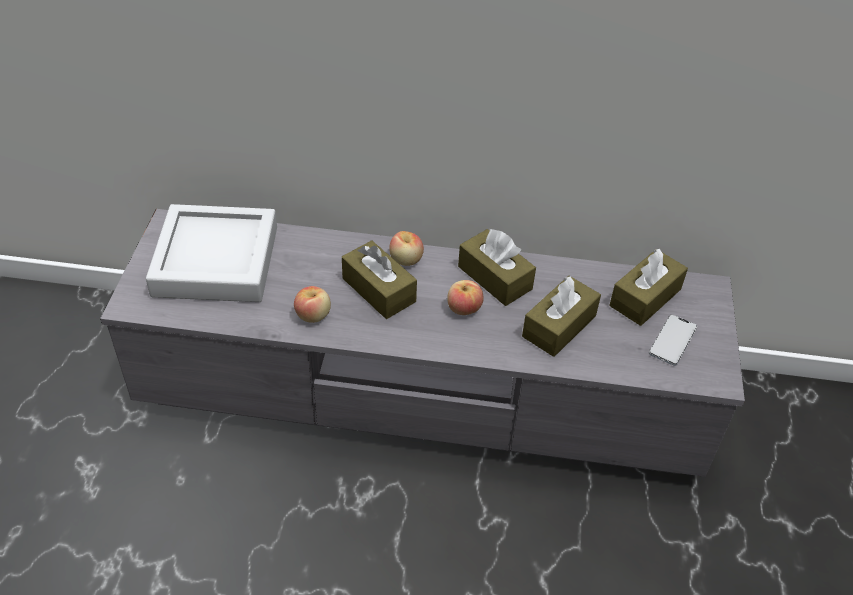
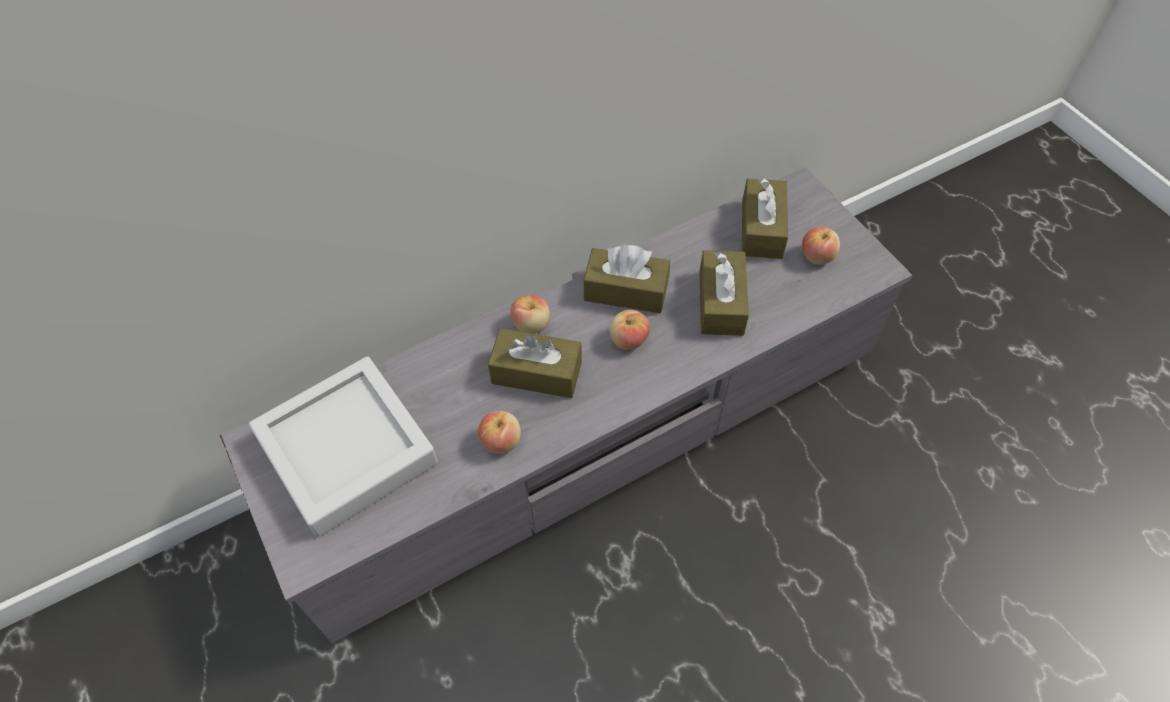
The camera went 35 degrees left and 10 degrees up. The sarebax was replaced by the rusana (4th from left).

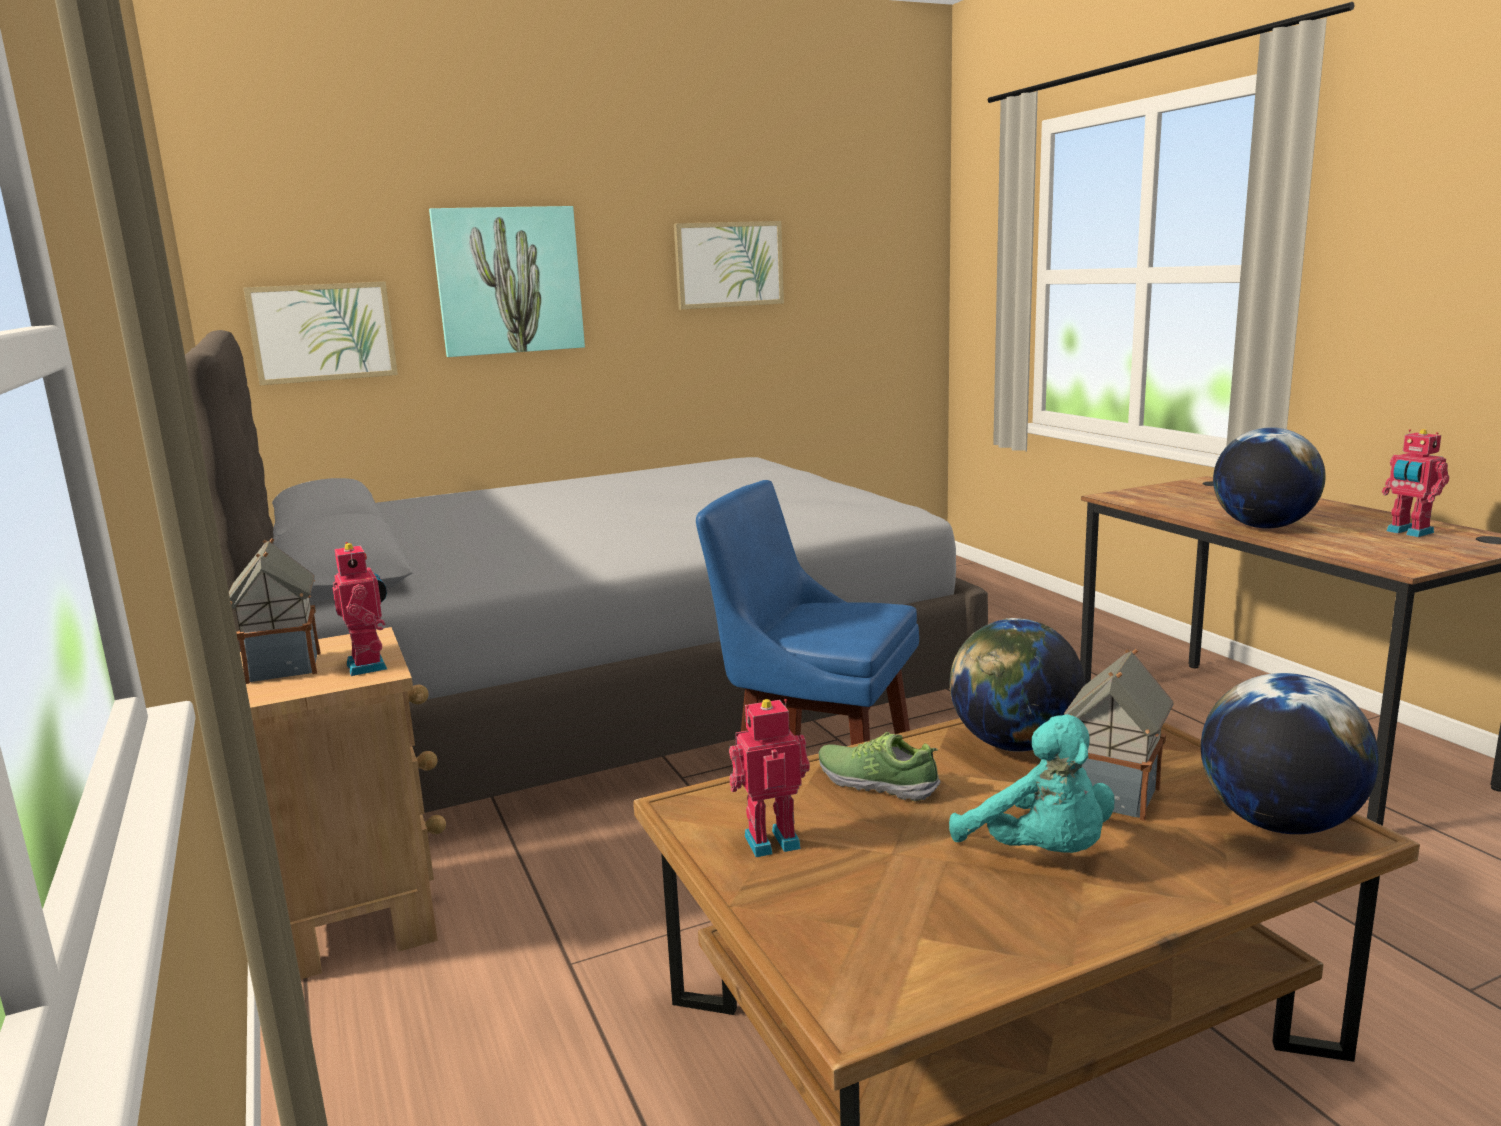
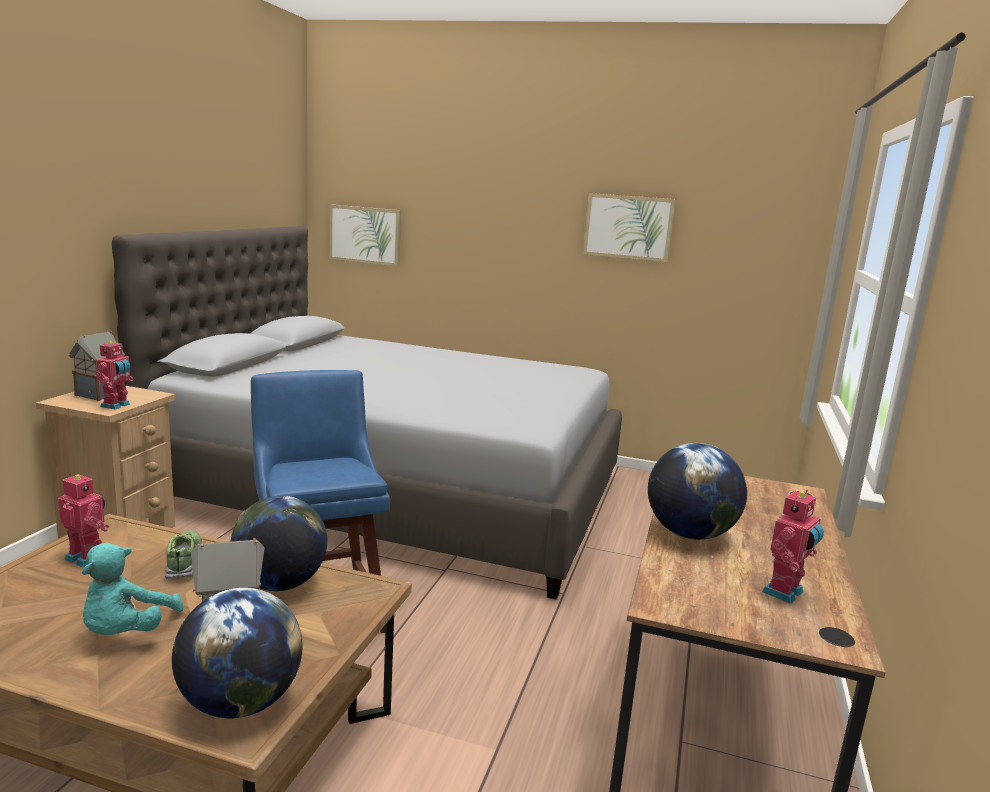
The camera went 40 degrees right and 0 degrees up. The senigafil (2nd from left) disappeared. The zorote (3rd from left) turned 150 degrees counterclockwise.

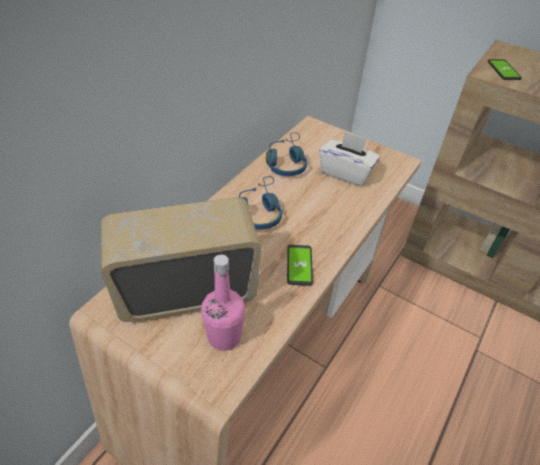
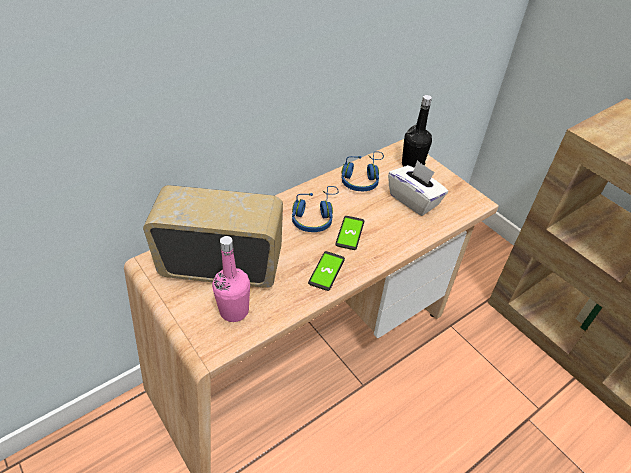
The camera went 20 degrees right and 0 degrees up. The sarebax (2nd from left) moved. The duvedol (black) appeared.

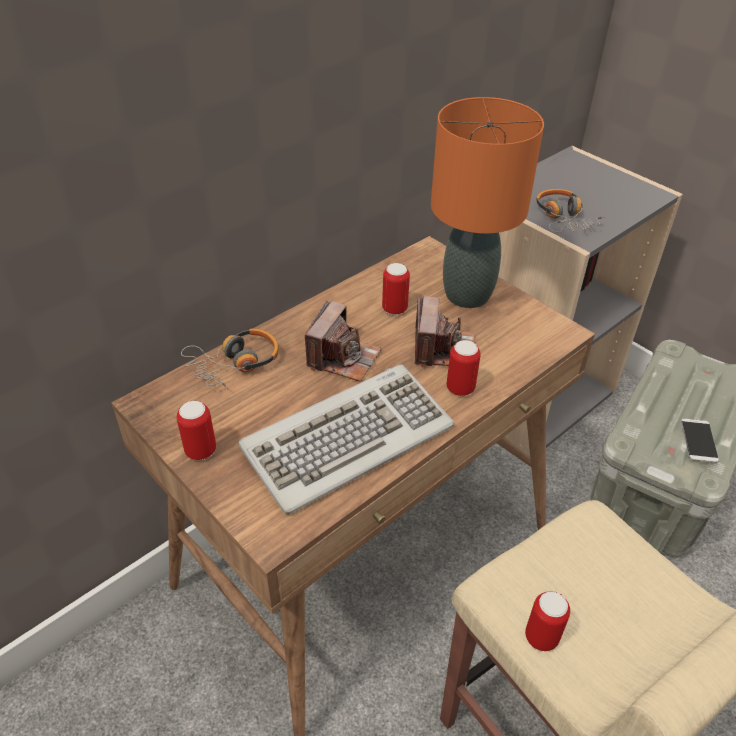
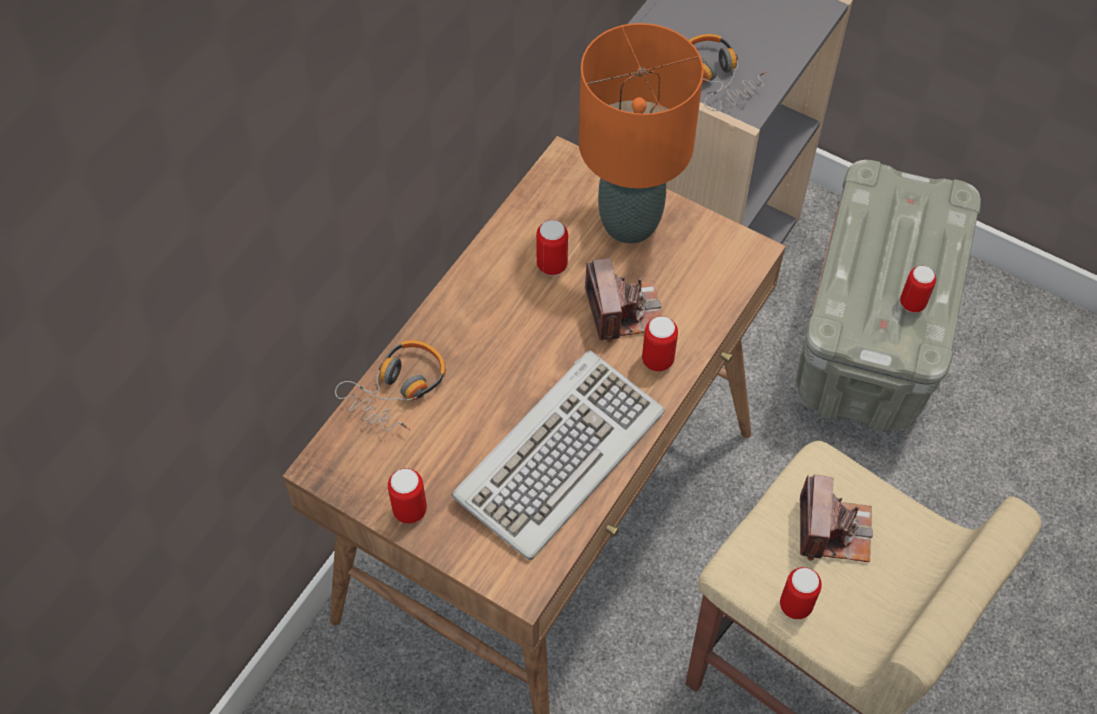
The camera went 15 degrees left and 15 degrees up. The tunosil (1st from left in the first image) moved. The sarebax was replaced by the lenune (5th from left).

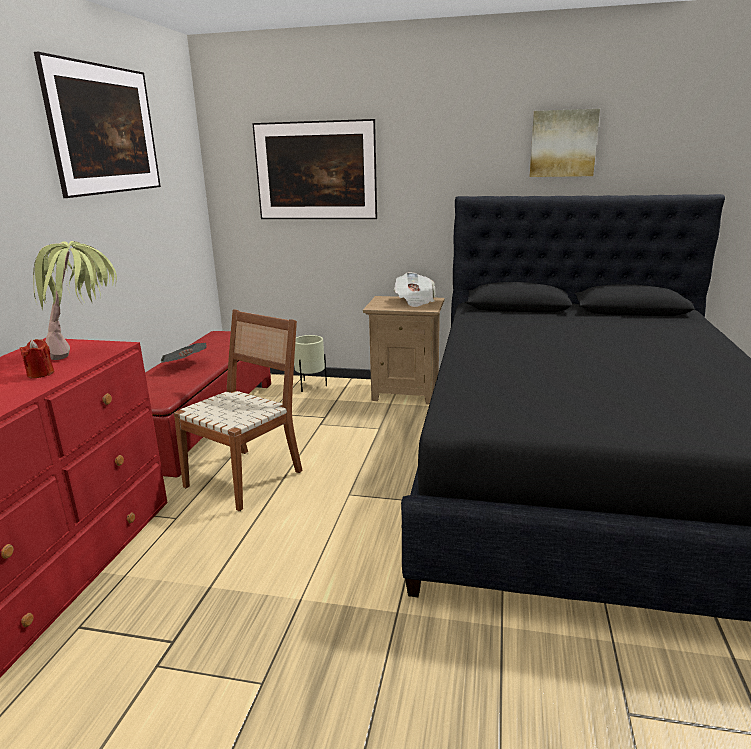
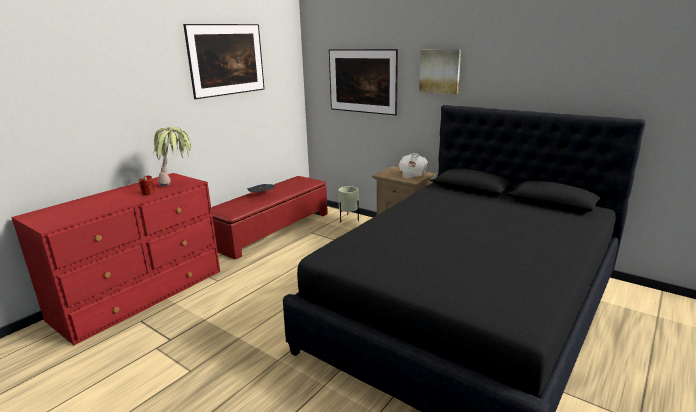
The camera went 25 degrees right and 0 degrees up. The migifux disappeared. The senigafil (3rd from left) moved.

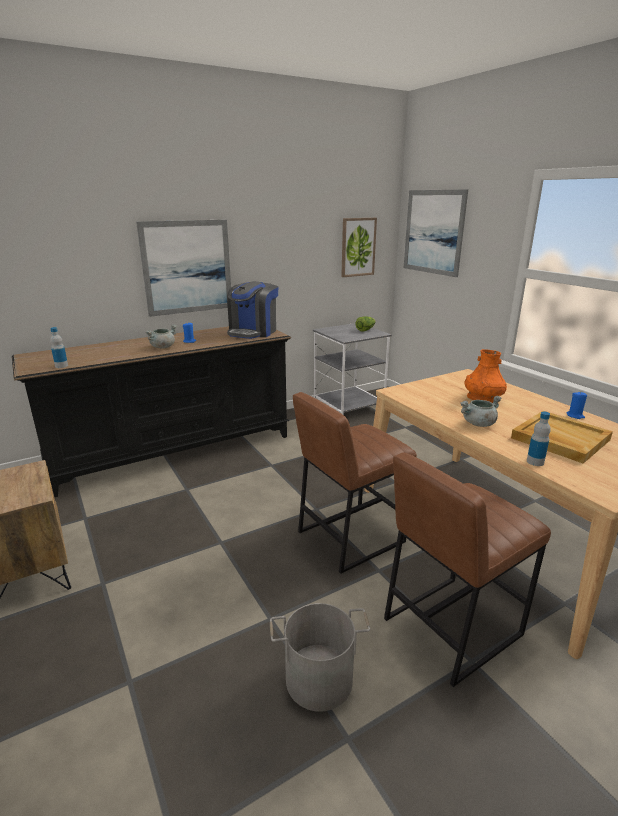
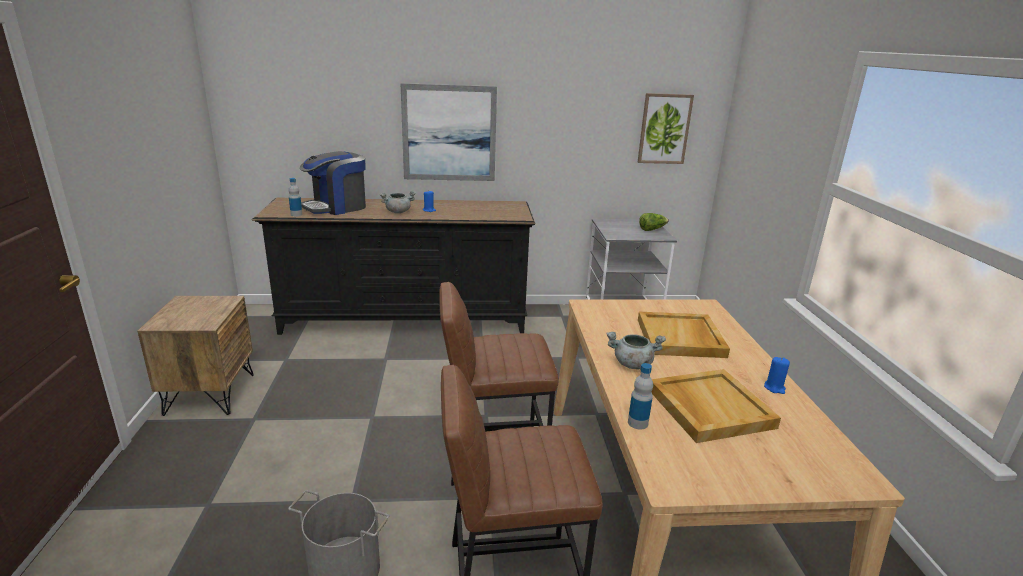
The camera went 25 degrees right and 0 degrees up. The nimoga moved. The senigafil (3rd from left) disappeared. The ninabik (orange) was replaced by the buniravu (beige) (1st from left).

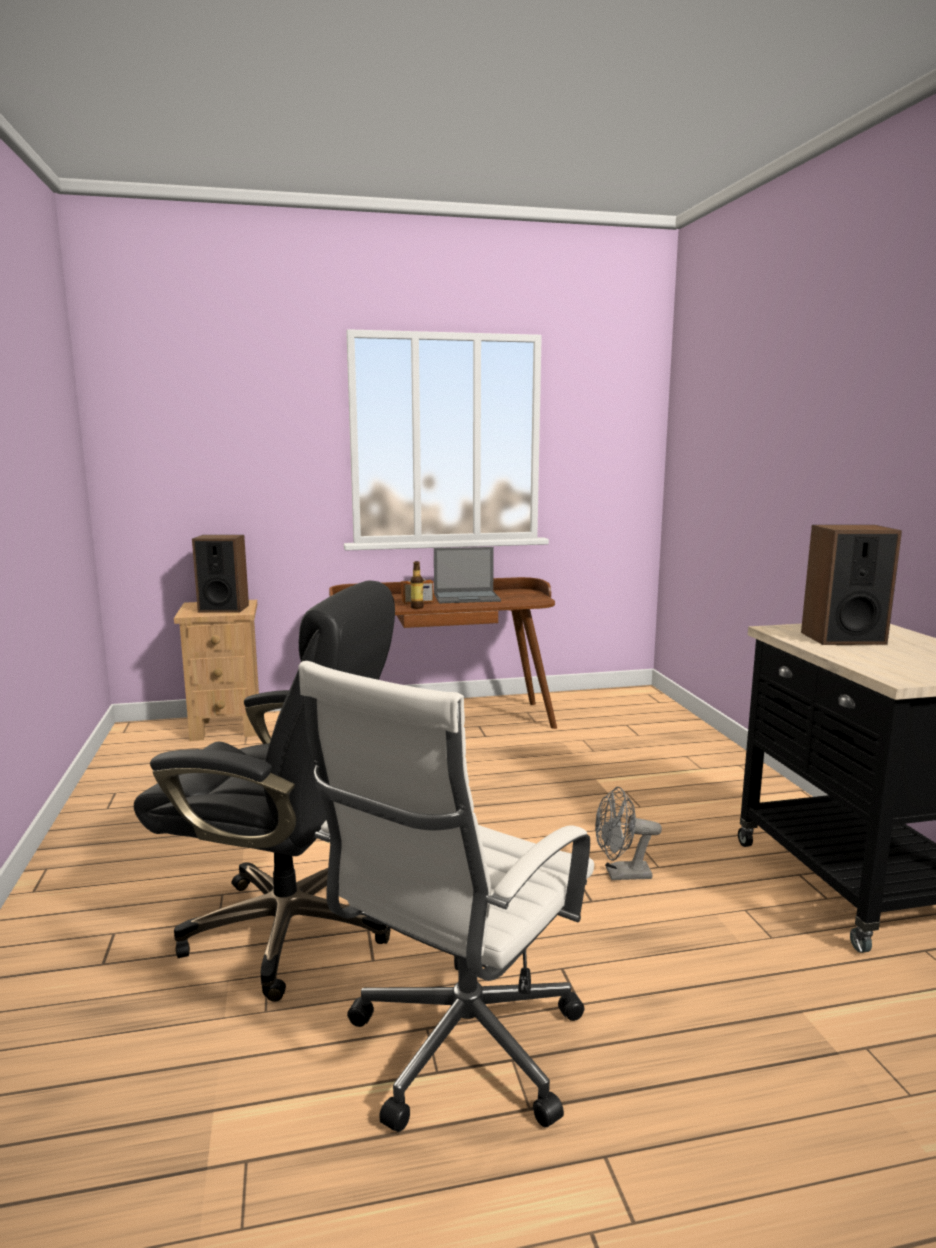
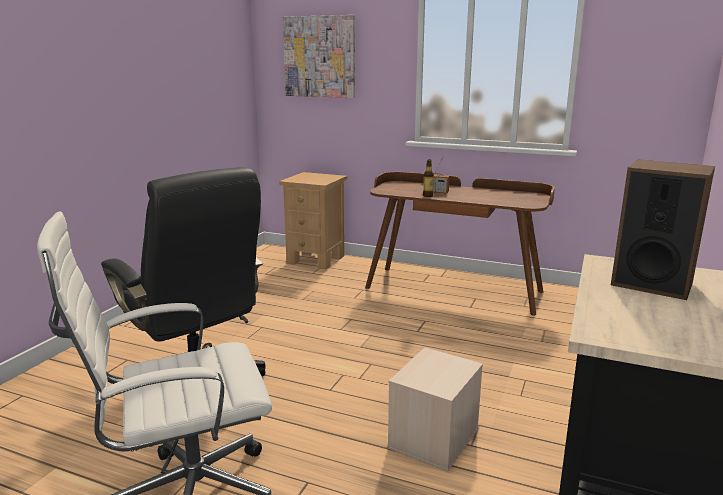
The camera went 35 degrees right and 5 degrees up. The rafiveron (1st from left) disappeared. The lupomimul disappeared. The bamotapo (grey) was replaced by the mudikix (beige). The senigafil appeared.

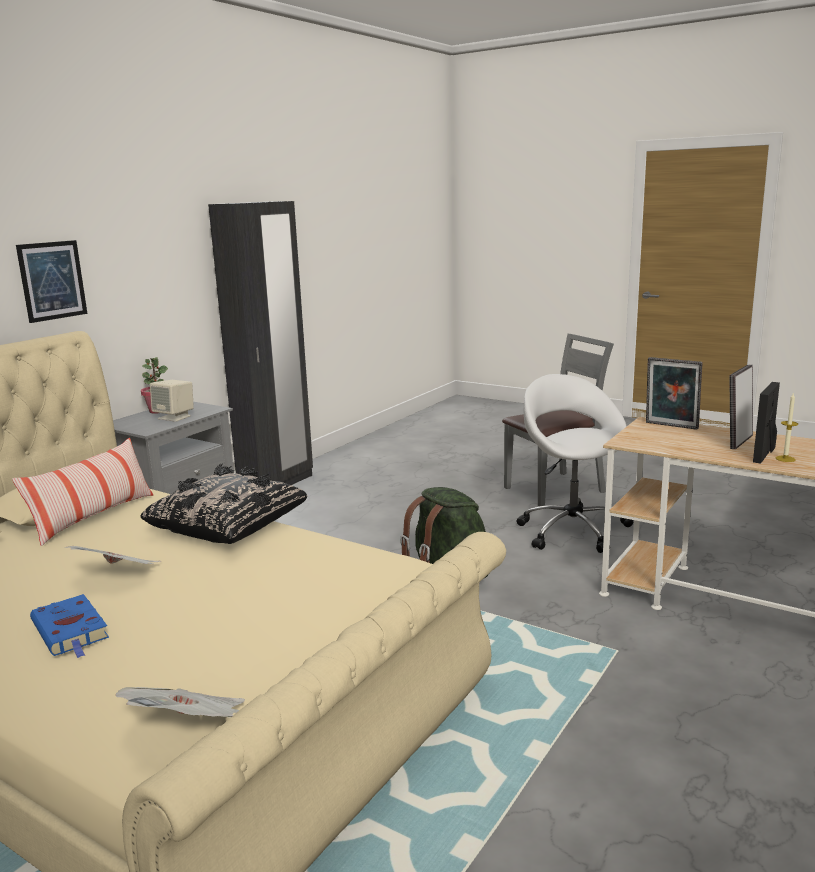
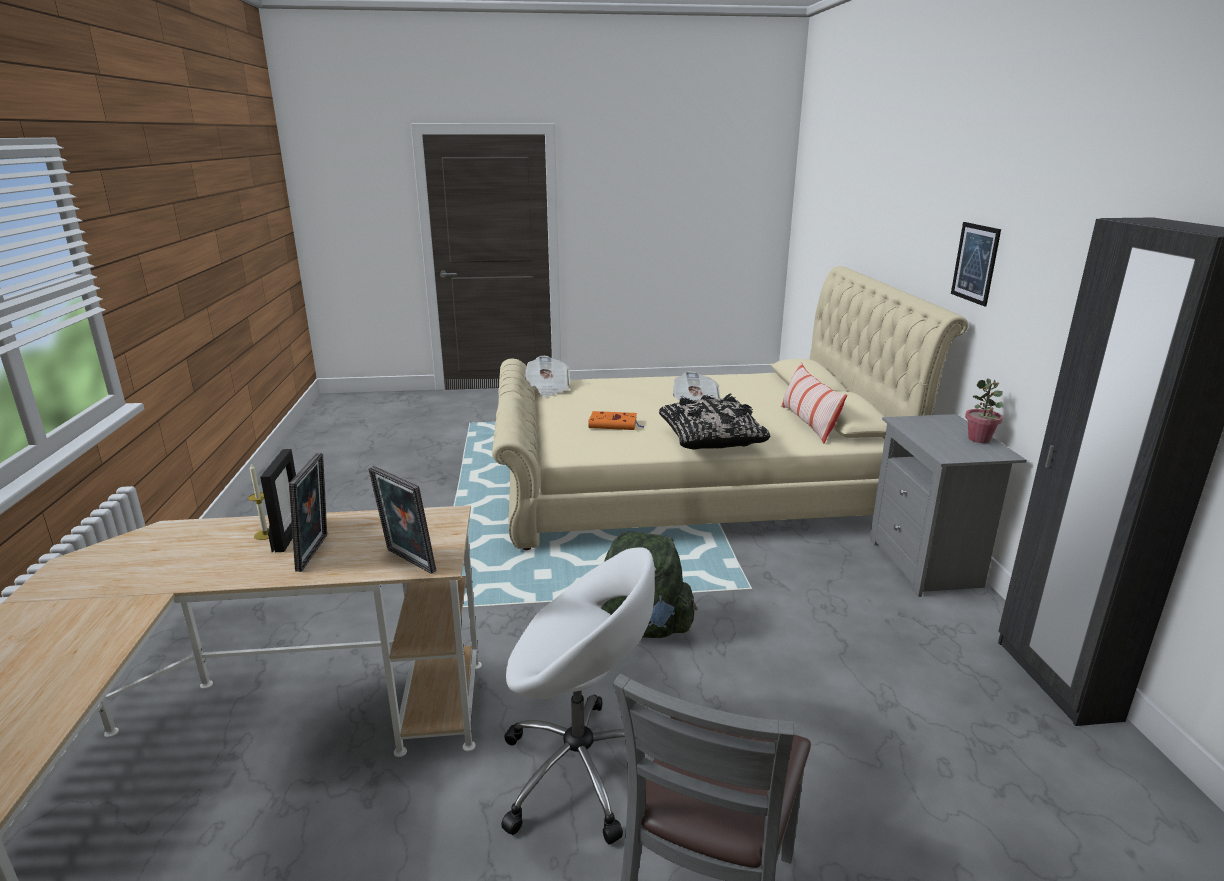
The camera went 140 degrees right and 5 degrees up. The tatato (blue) disappeared. The rafiveron (beige) disappeared. The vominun (1st from left in the first image) turned 135 degrees counterclockwise. The tatato (orange) appeared.

